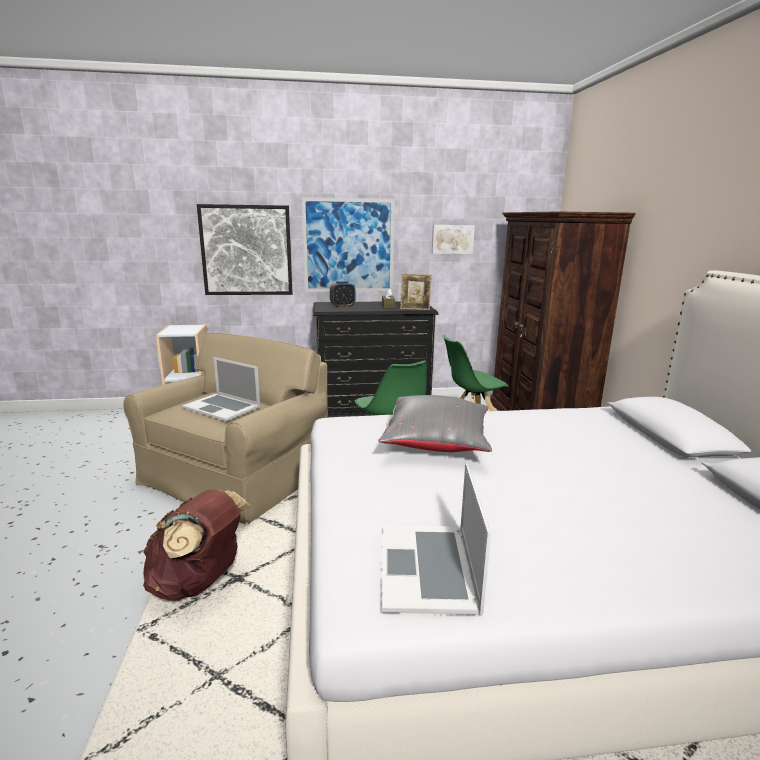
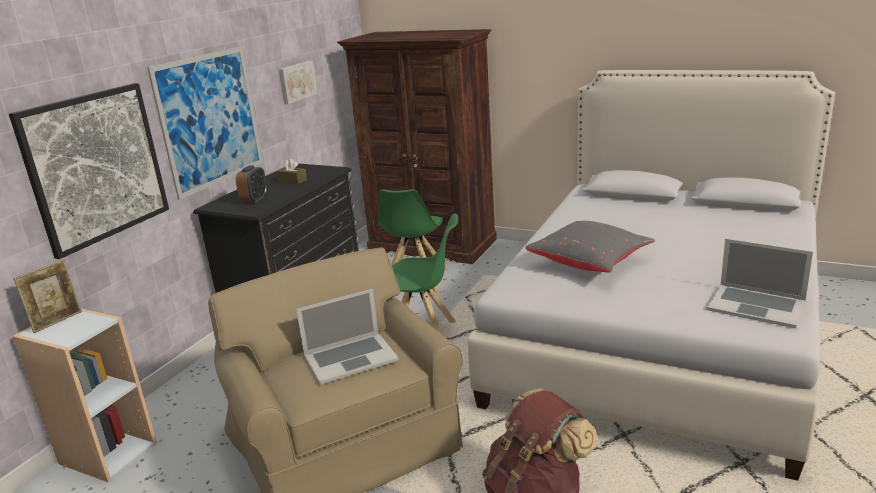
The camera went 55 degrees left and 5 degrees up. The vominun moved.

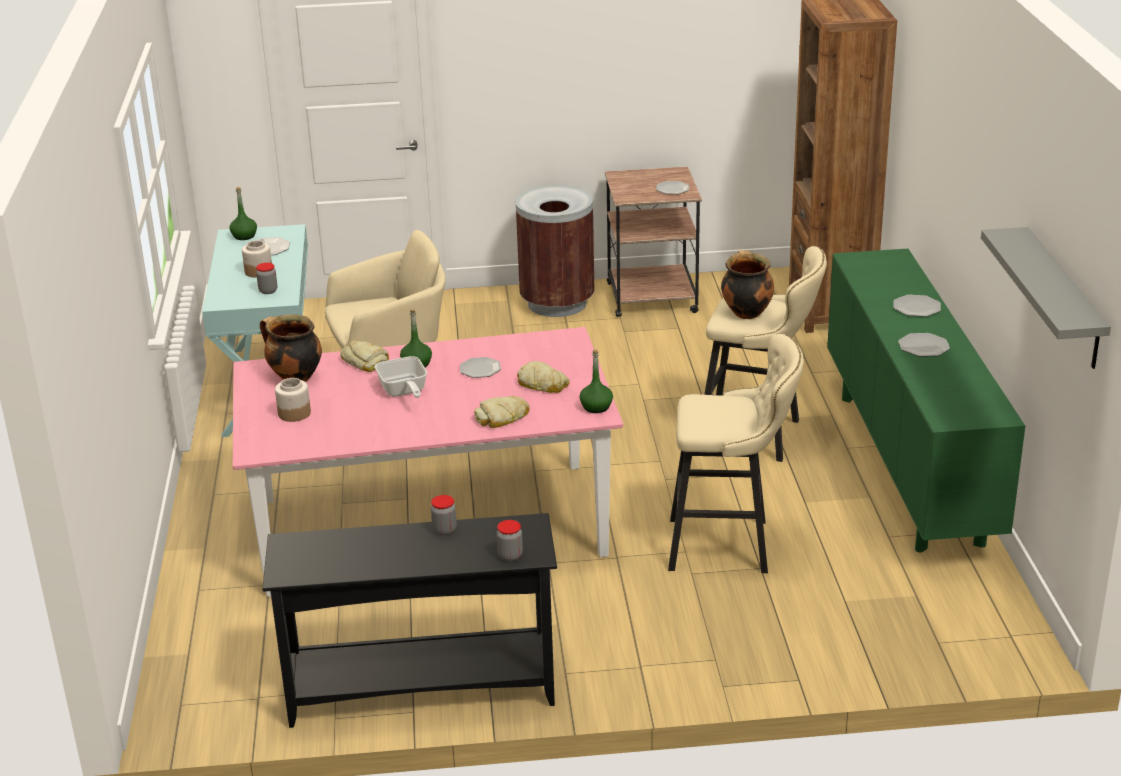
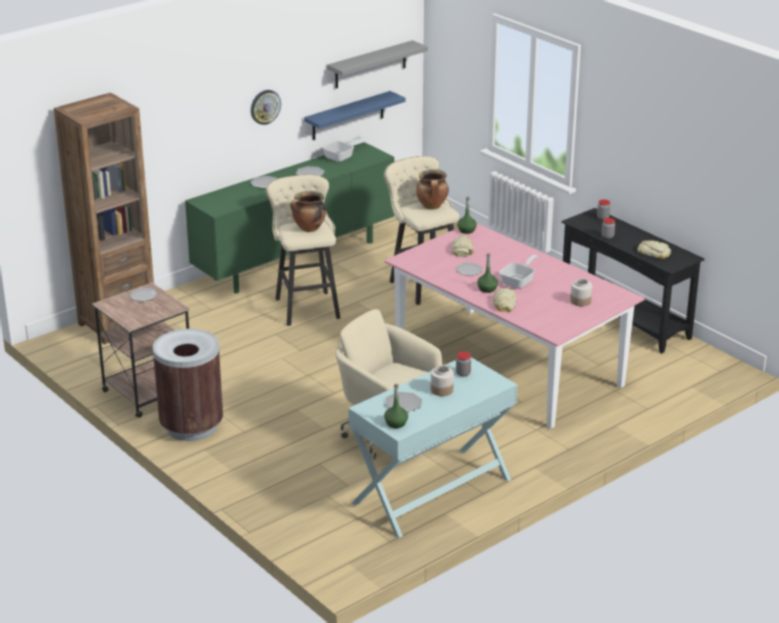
The camera went 125 degrees left and 0 degrees up. The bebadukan (1st from left in the first image) moved. The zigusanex (2nd from left in the first image) moved. The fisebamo appeared. The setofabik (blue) appeared. The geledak (1st from left) appeared.

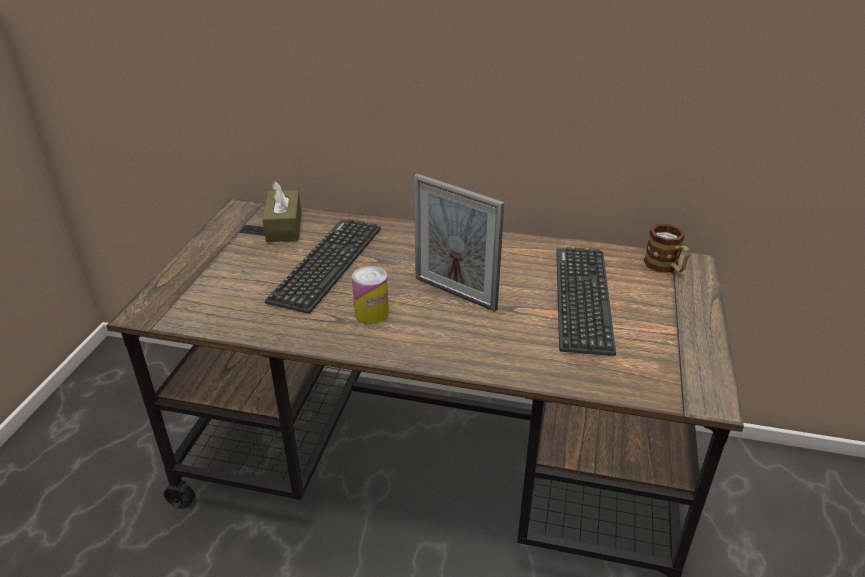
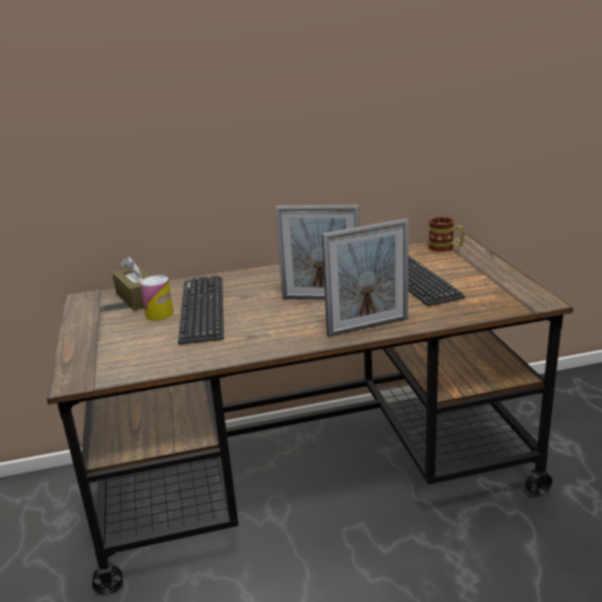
The camera went 25 degrees left and 10 degrees down. The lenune moved. The vominun (2nd from left) appeared.

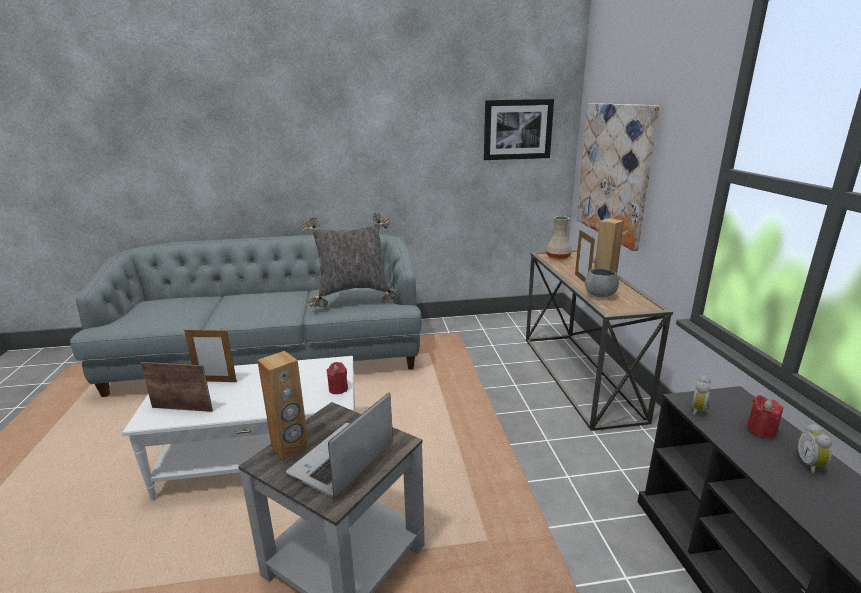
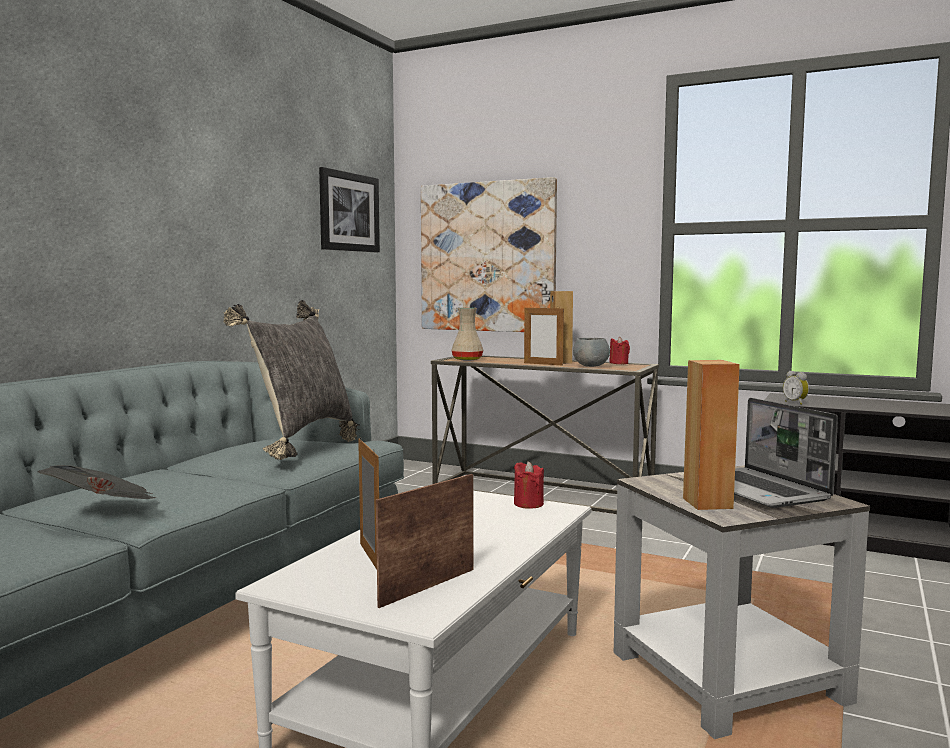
The camera went 55 degrees left and 15 degrees down. The vominun (2nd from left in the first image) turned 60 degrees counterclockwise. The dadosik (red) (2nd from left) moved. The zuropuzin (2nd from left) disappeared. The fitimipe appeared.

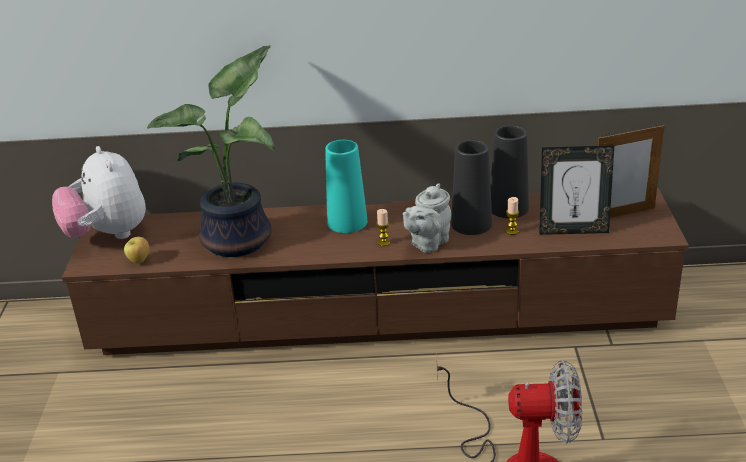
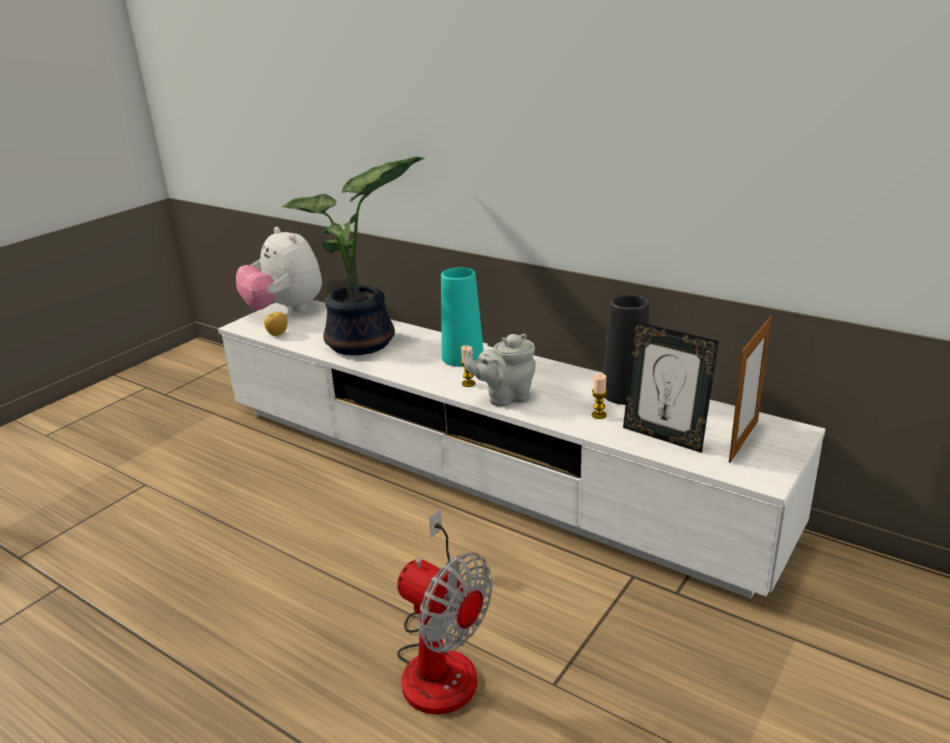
The camera went 35 degrees right and 5 degrees down. The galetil turned 45 degrees counterclockwise. The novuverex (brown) became the novuverex (white). The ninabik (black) (1st from left) disappeared. The vominun (2nd from left) turned 75 degrees counterclockwise.

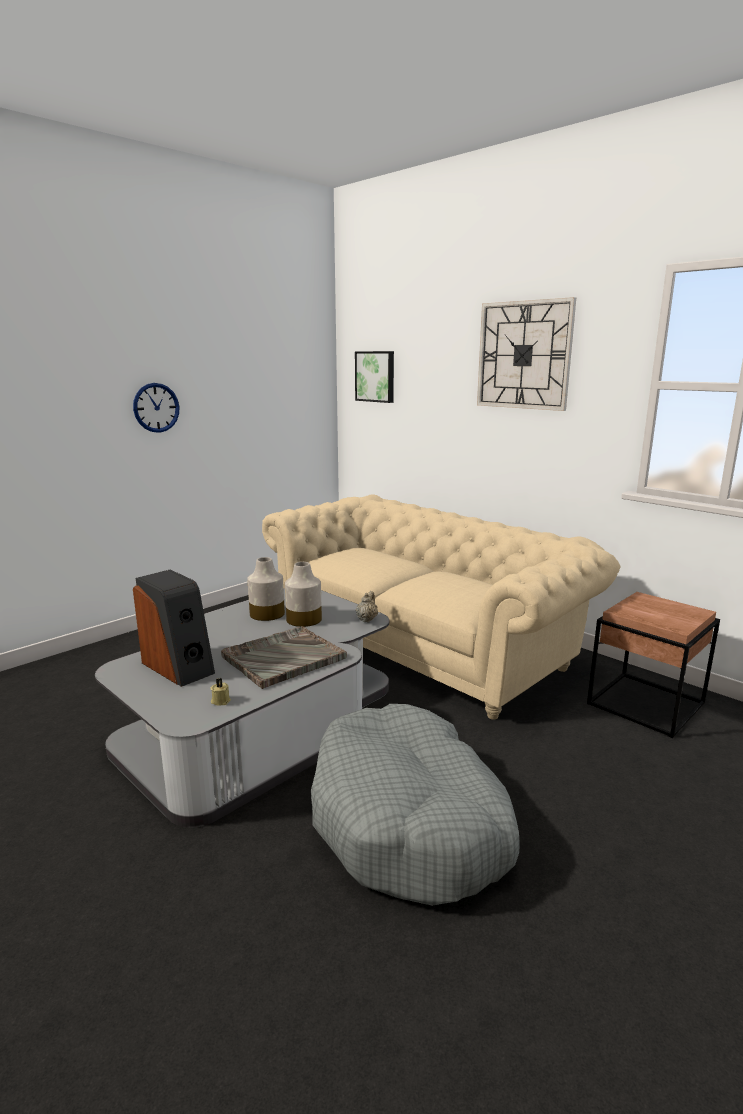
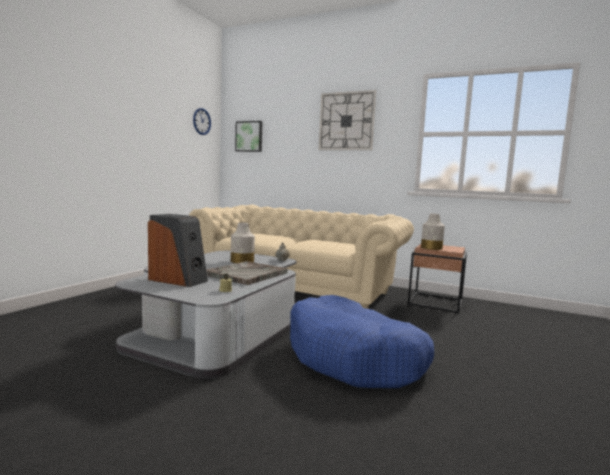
The camera went 20 degrees left and 10 degrees down. The fisebamo (1st from left) moved. The ninabik (beige) (1st from left in the first image) moved. The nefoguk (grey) became the nefoguk (blue).

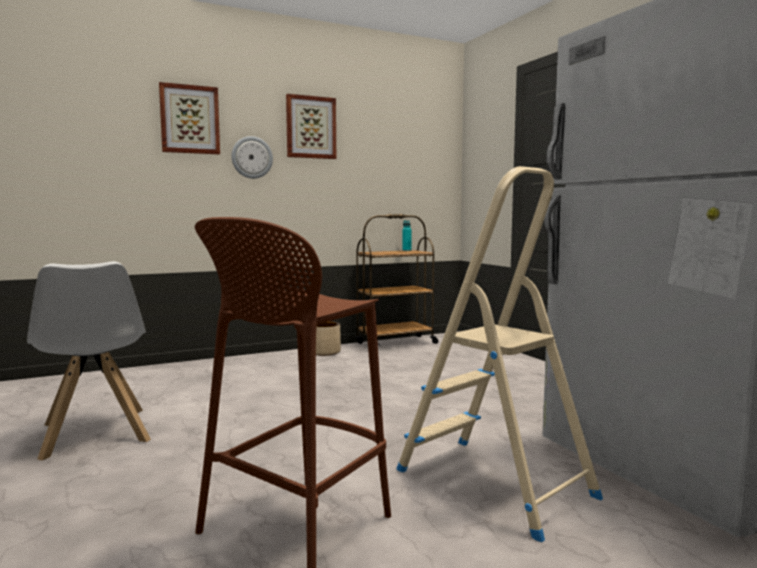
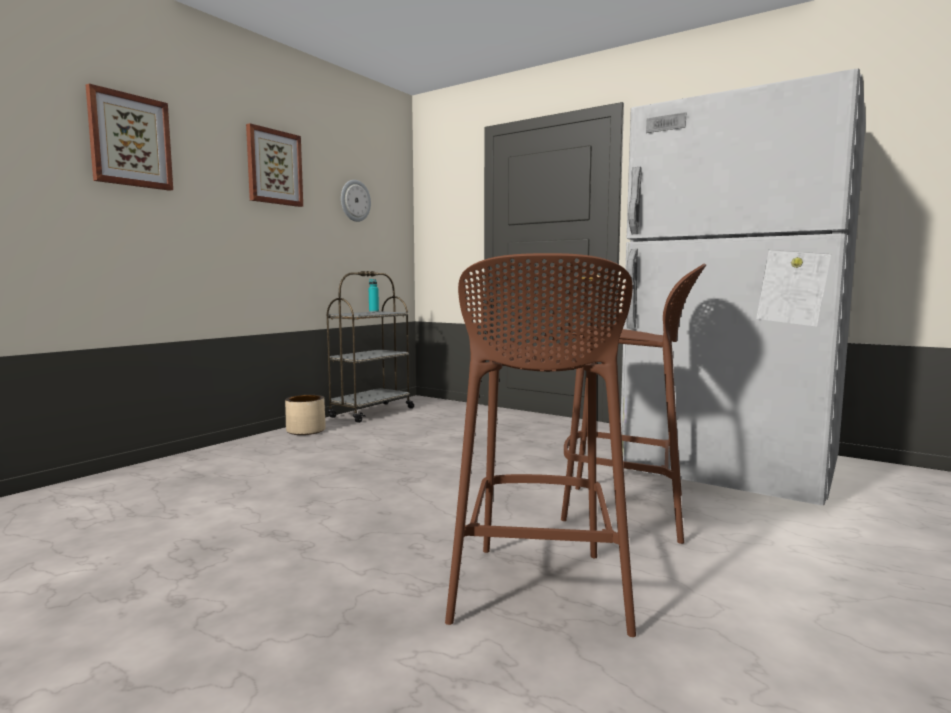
The camera went 30 degrees left and 0 degrees up. The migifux disappeared. The fisebamo moved. The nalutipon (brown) became the nalutipon (grey). The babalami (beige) was replaced by the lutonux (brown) (2nd from left).

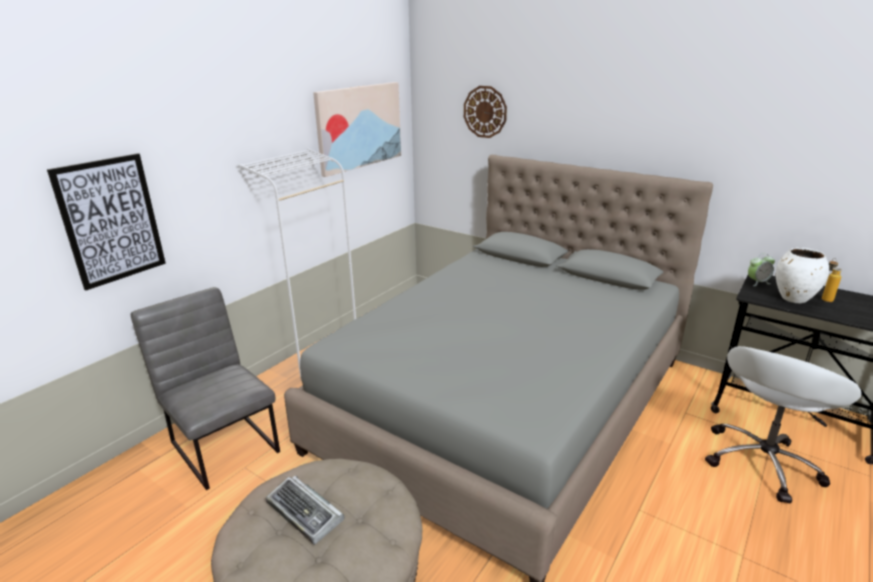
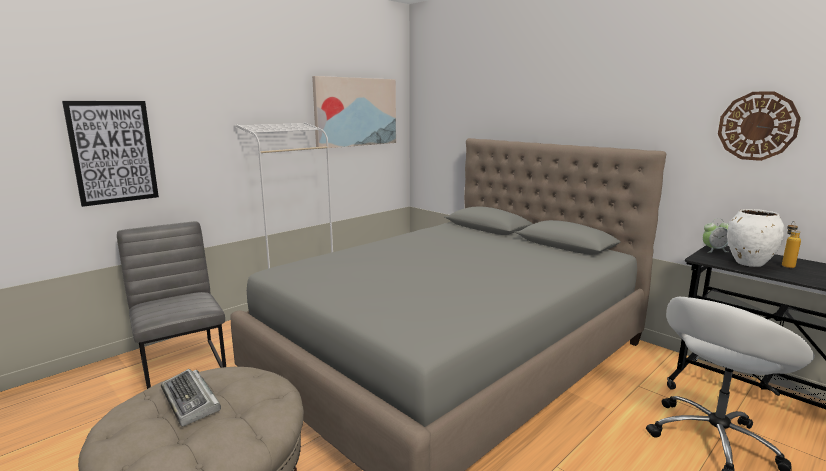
The camera went 10 degrees right and 10 degrees down. The fisebamo moved.

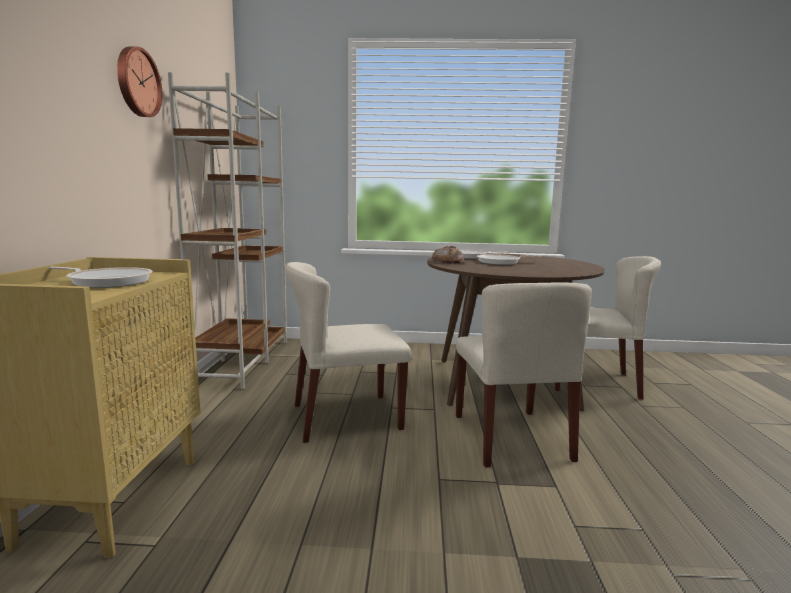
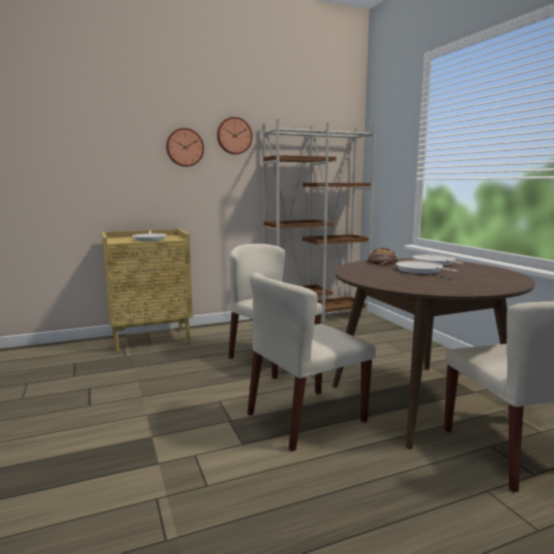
The camera went 65 degrees right and 0 degrees up. The fisebamo (1st from left) appeared.

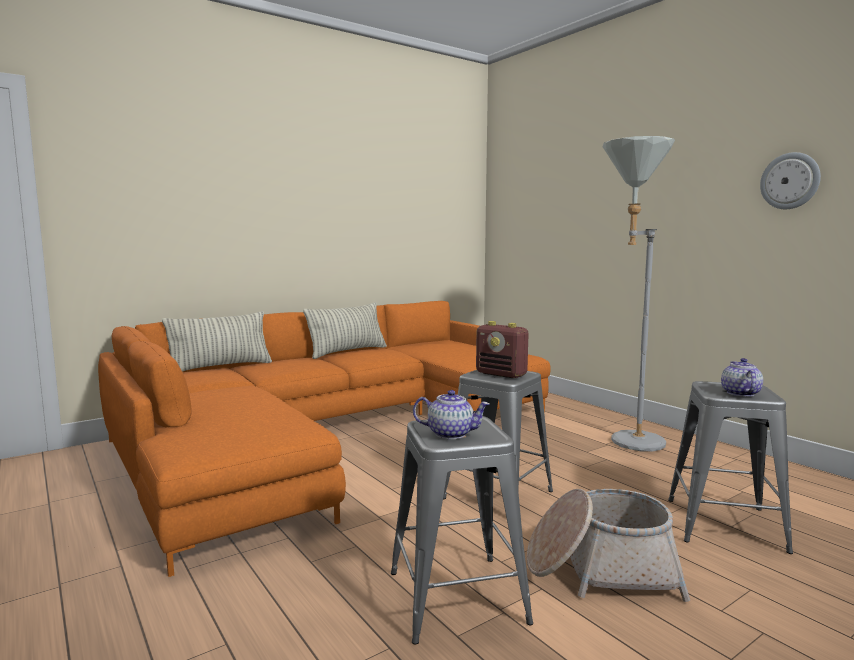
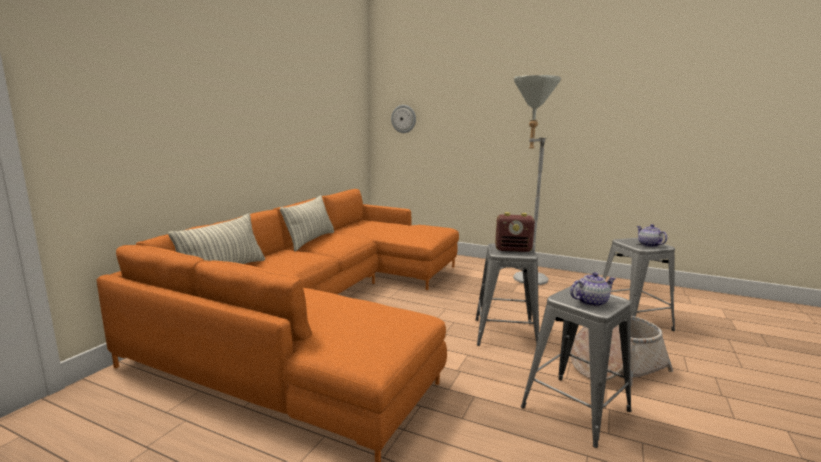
The camera went 30 degrees left and 5 degrees up. The fisebamo moved.

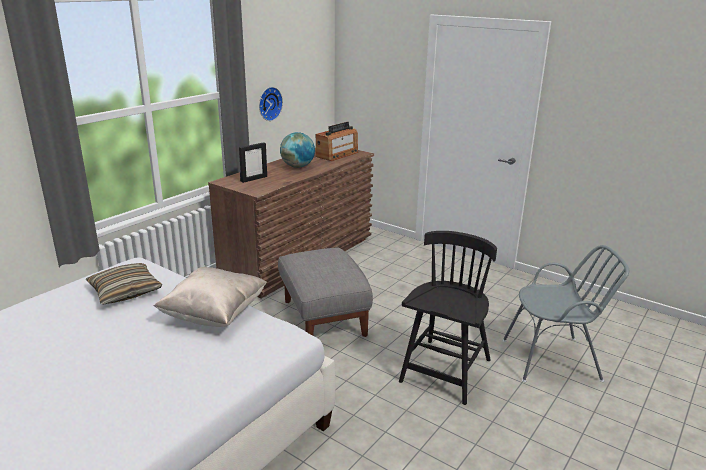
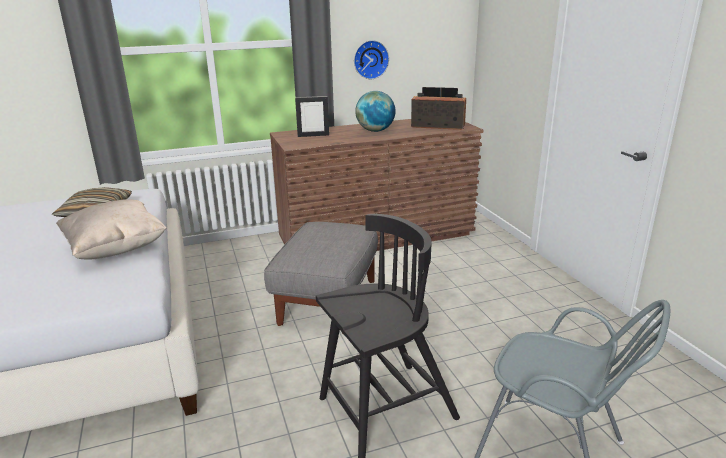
The camera went 35 degrees right and 0 degrees up. The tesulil turned 150 degrees counterclockwise.

